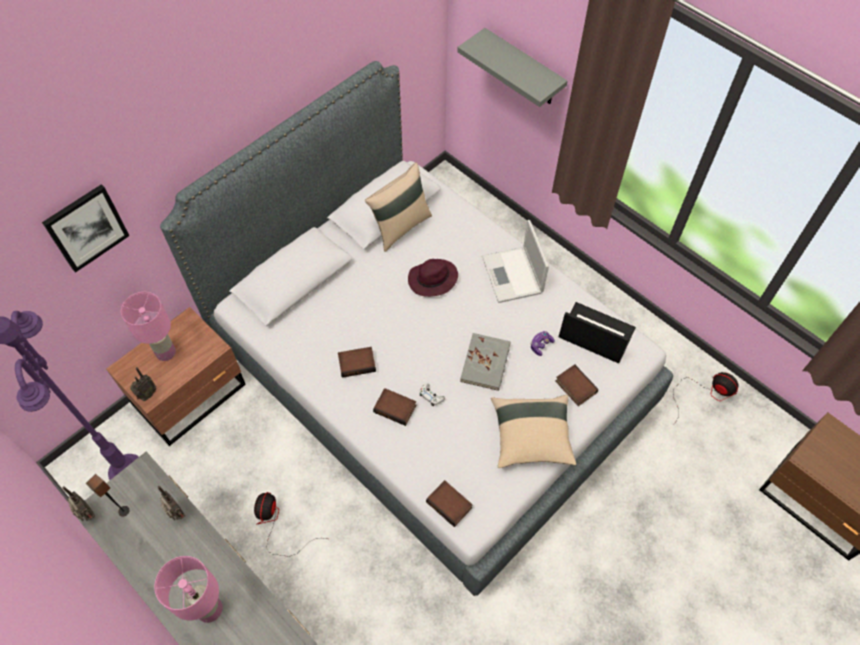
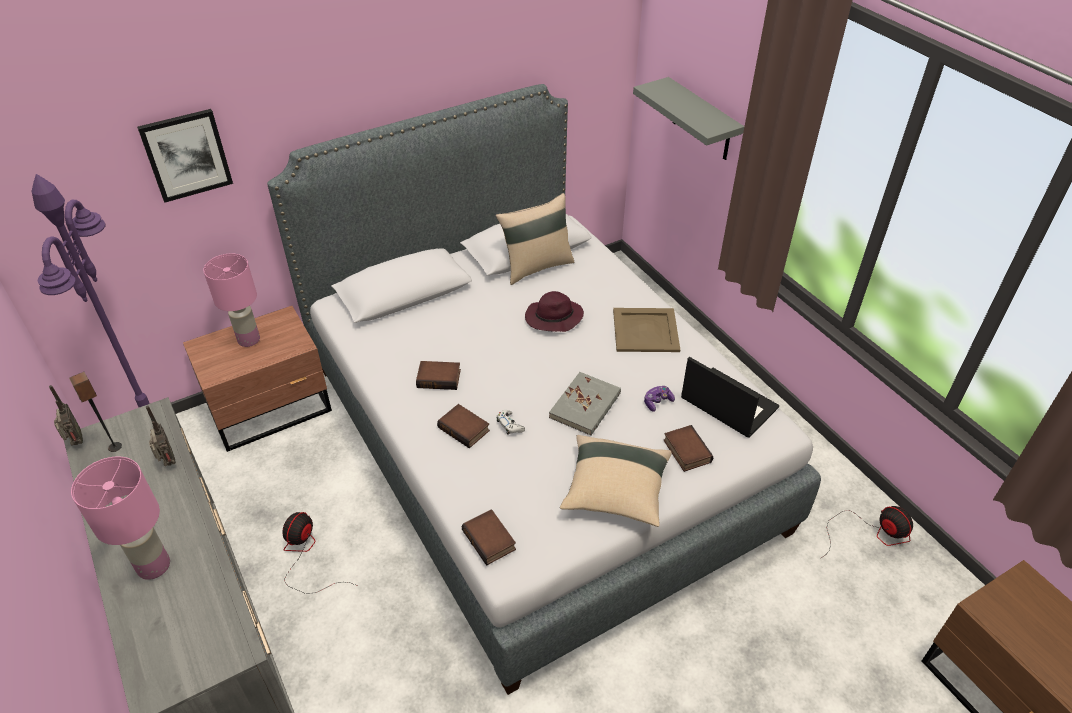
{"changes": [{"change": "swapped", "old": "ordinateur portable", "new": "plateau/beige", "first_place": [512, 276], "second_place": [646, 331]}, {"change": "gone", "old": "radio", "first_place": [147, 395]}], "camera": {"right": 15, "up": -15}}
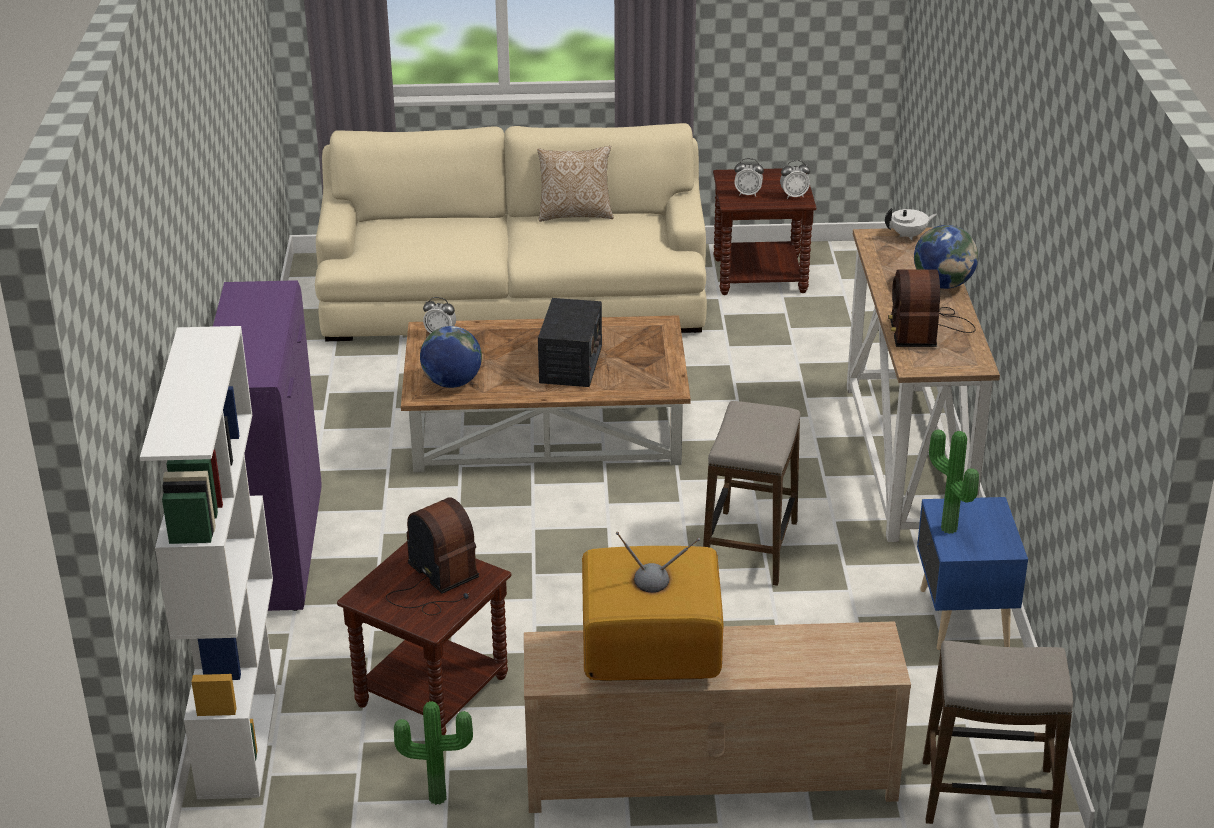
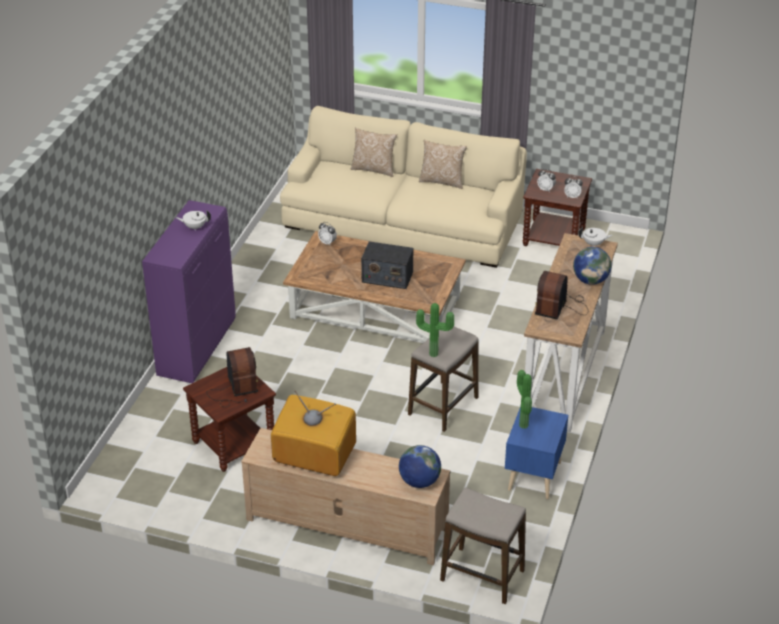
{"changes": [{"change": "new", "new": "théière/blanc", "second_place": [195, 227]}, {"change": "new", "new": "coussin", "second_place": [374, 169]}, {"change": "rotated", "old": "radio", "first_place": [570, 364], "second_place": [387, 277], "degrees": 75}, {"change": "shifted", "old": "globe", "first_place": [452, 383], "second_place": [419, 481]}, {"change": "shifted", "old": "plante en pot", "first_place": [437, 795], "second_place": [434, 353]}, {"change": "gone", "old": "bibliothèque/blanc", "first_place": [240, 721]}], "camera": {"right": 20, "up": 5}}
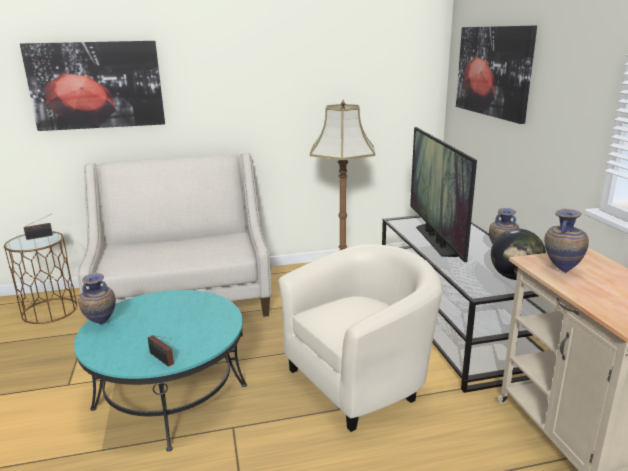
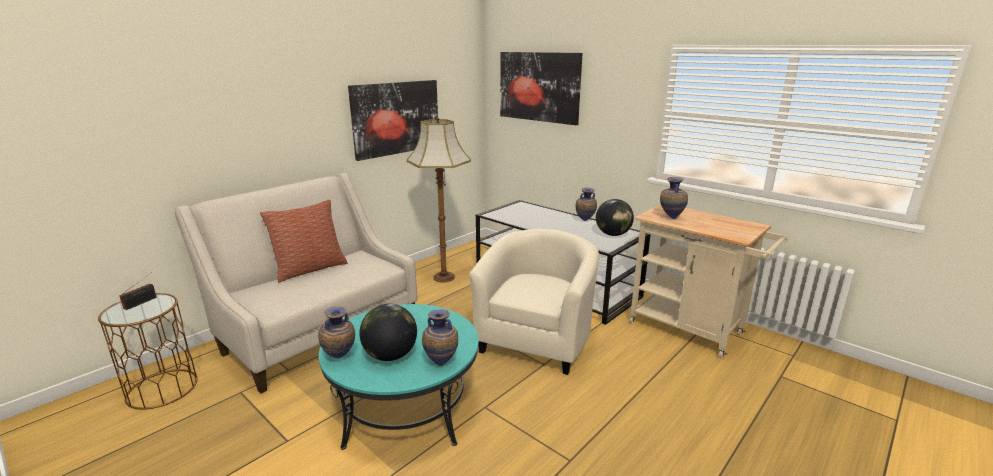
{"changes": [{"change": "new", "new": "coussin", "second_place": [309, 269]}, {"change": "shifted", "old": "tableau", "first_place": [96, 85], "second_place": [396, 118]}, {"change": "new", "new": "globe", "second_place": [390, 355]}, {"change": "swapped", "old": "radio", "new": "vase", "first_place": [162, 359], "second_place": [441, 363]}, {"change": "gone", "old": "téléviseur", "first_place": [436, 240]}], "camera": {"right": -35, "up": 0}}
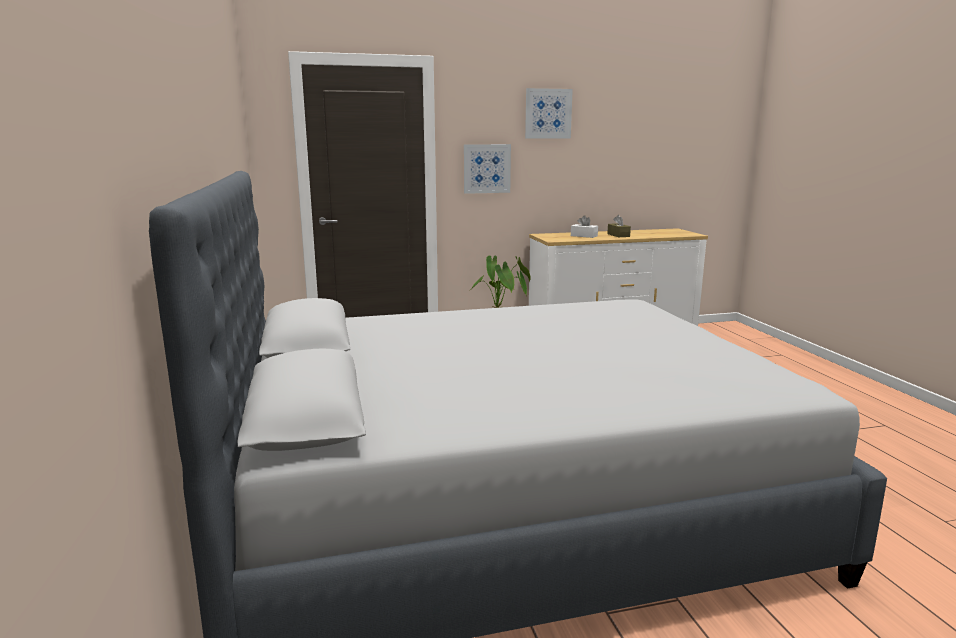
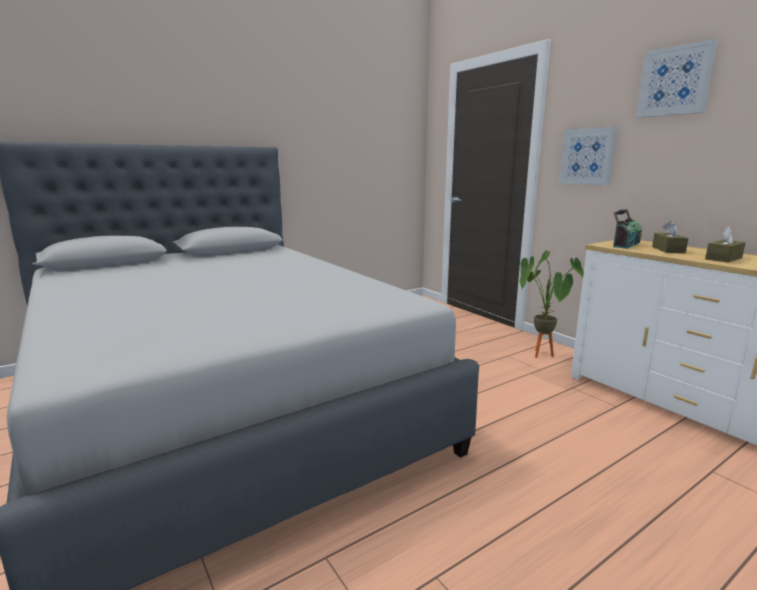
{"changes": [{"change": "new", "new": "radio", "second_place": [624, 245]}, {"change": "repainted", "old": "boîte à mouchoirs/blanc", "new": "boîte à mouchoirs/marron", "first_place": [584, 236], "second_place": [668, 250]}], "camera": {"right": 70, "up": 0}}
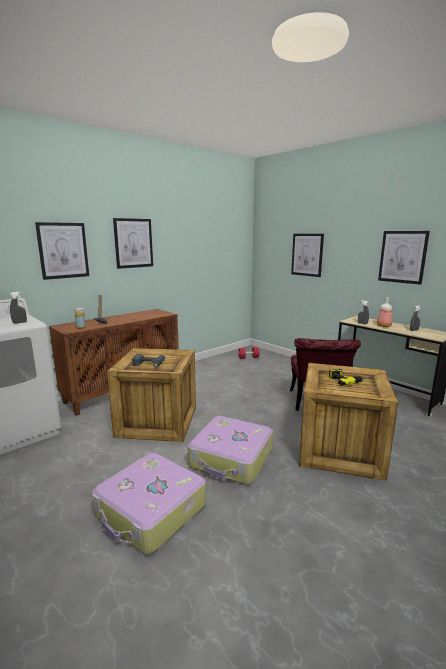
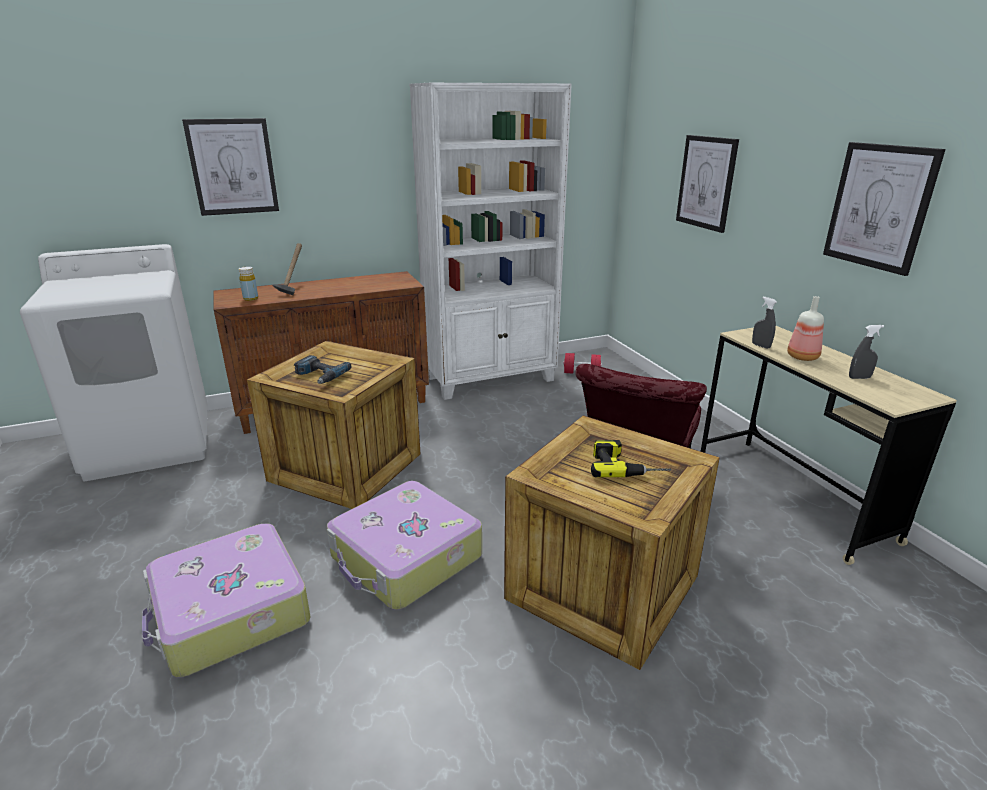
{"changes": [{"change": "new", "new": "bibliothèque/blanc", "second_place": [491, 379]}, {"change": "gone", "old": "vaporisateur/gris", "first_place": [19, 322]}, {"change": "gone", "old": "tableau", "first_place": [133, 243]}], "camera": {"right": 20, "up": 10}}
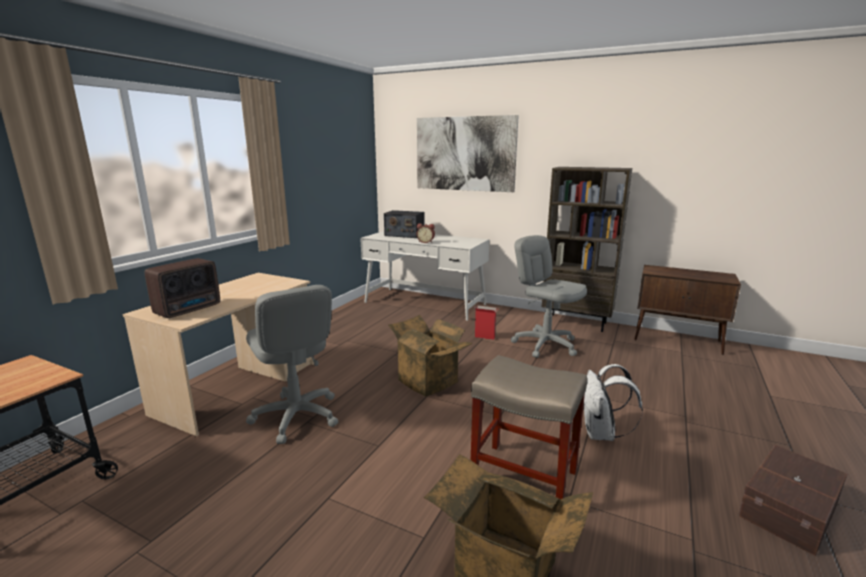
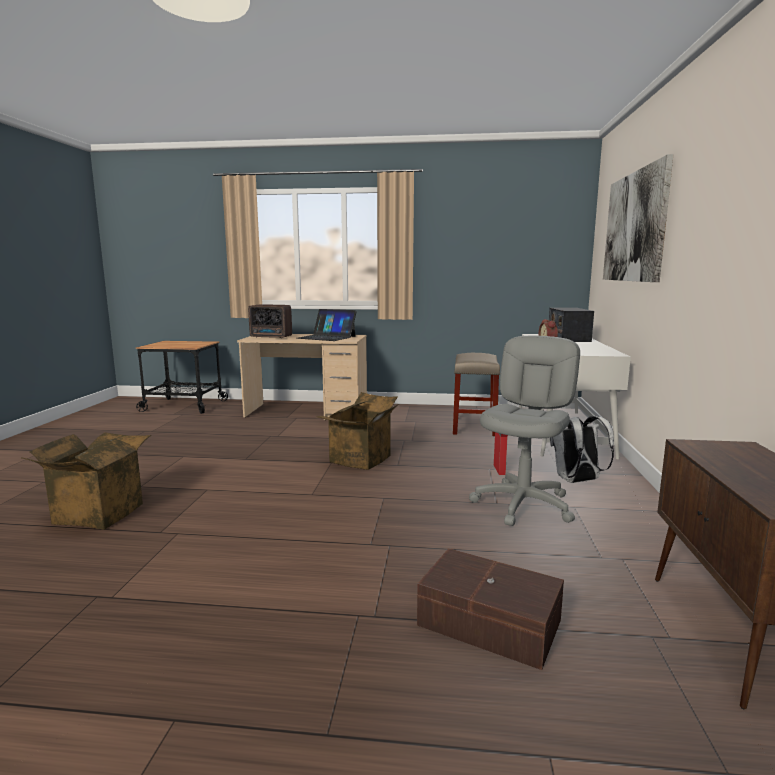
{"changes": [{"change": "new", "new": "ordinateur portable", "second_place": [327, 337]}, {"change": "shifted", "old": "boîte de rangement/marron", "first_place": [791, 509], "second_place": [489, 624]}, {"change": "shifted", "old": "tabouret/beige", "first_place": [522, 476], "second_place": [474, 426]}, {"change": "shifted", "old": "sac à dos/blanc", "first_place": [601, 434], "second_place": [577, 481]}, {"change": "gone", "old": "chaise de bureau/gris", "first_place": [296, 416]}, {"change": "gone", "old": "bibliothèque/marron", "first_place": [577, 322]}], "camera": {"right": 70, "up": -5}}
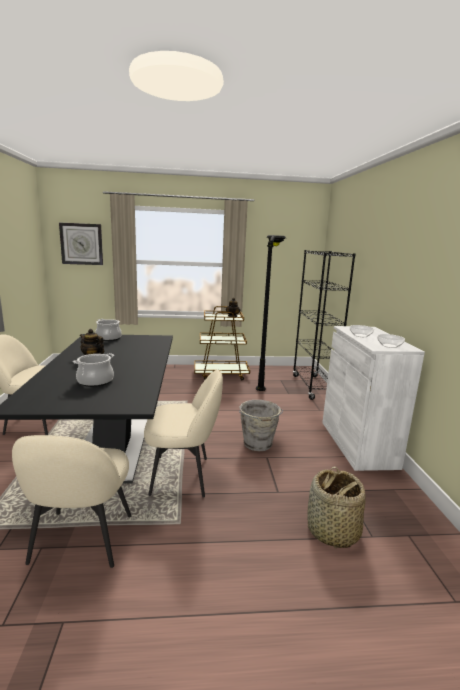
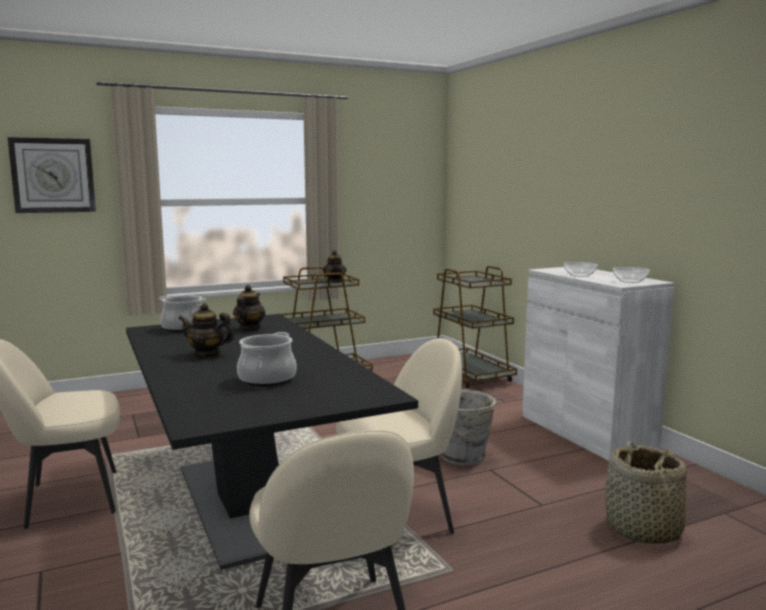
{"changes": [{"change": "new", "new": "théière", "second_place": [249, 329]}, {"change": "swapped", "old": "bibliothèque/noir", "new": "chariot/marron", "first_place": [313, 387], "second_place": [471, 376]}, {"change": "gone", "old": "lampadaire/noir", "first_place": [265, 378]}], "camera": {"right": -20, "up": -5}}
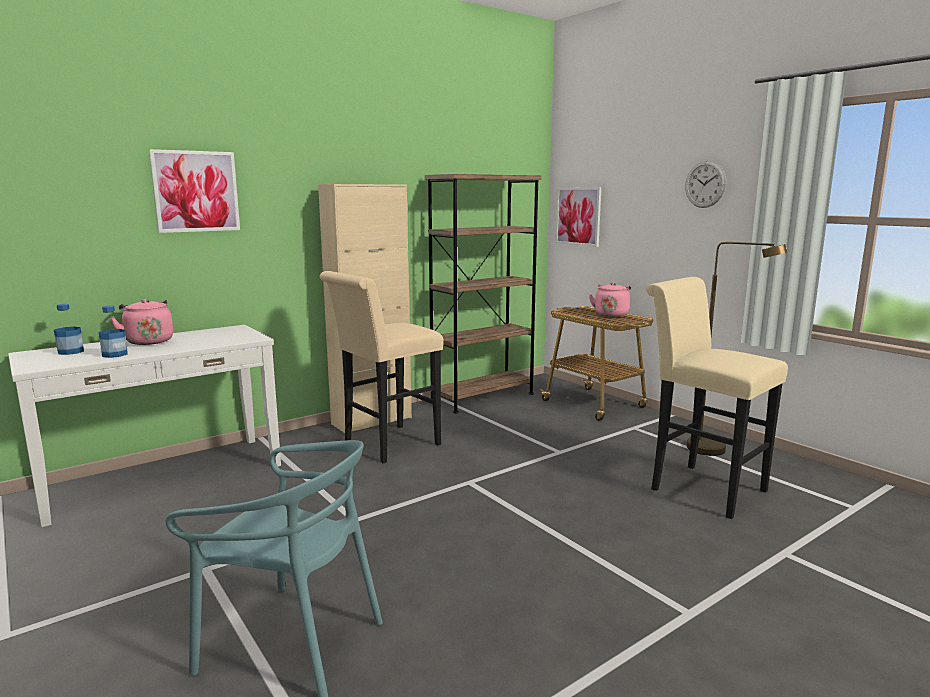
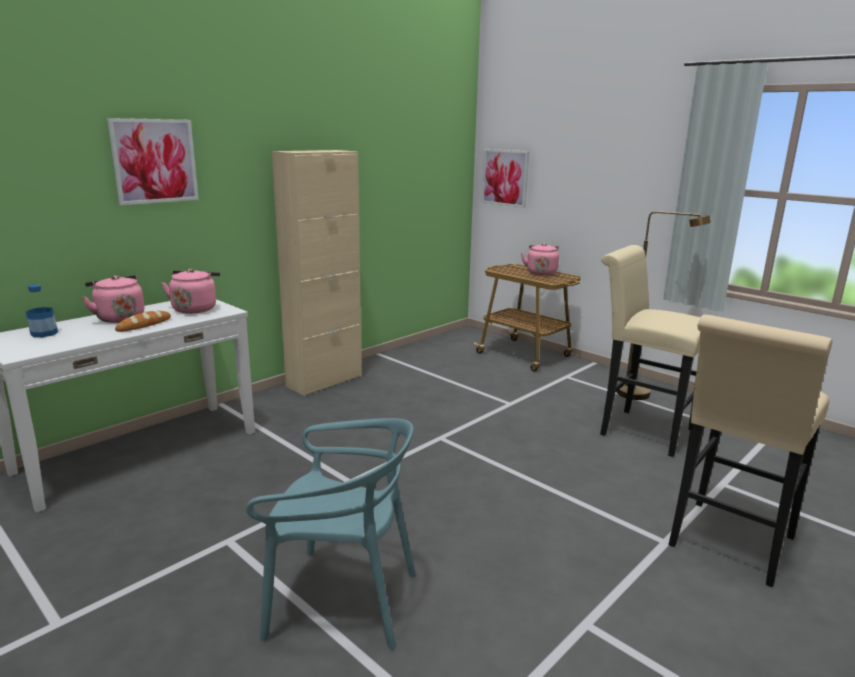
{"changes": [{"change": "new", "new": "pain", "second_place": [144, 325]}, {"change": "new", "new": "bouilloire/rose", "second_place": [195, 309]}, {"change": "shifted", "old": "tabouret/beige", "first_place": [386, 445], "second_place": [728, 546]}, {"change": "gone", "old": "bouteille", "first_place": [115, 354]}, {"change": "gone", "old": "bibliothèque/marron", "first_place": [482, 397]}, {"change": "gone", "old": "horloge murale", "first_place": [705, 184]}], "camera": {"right": -10, "up": 5}}
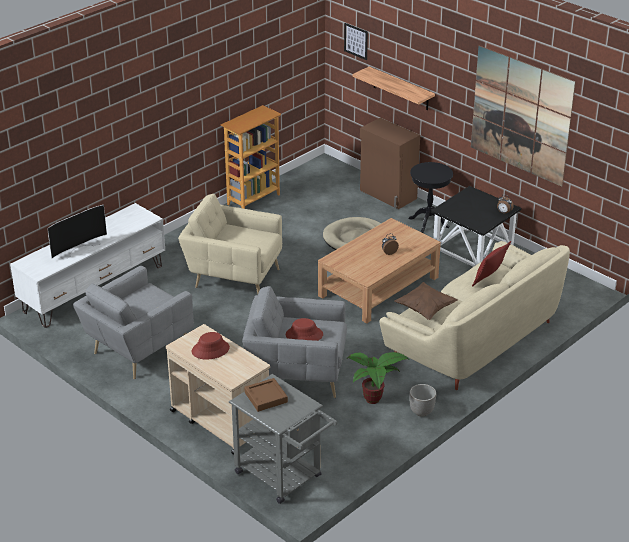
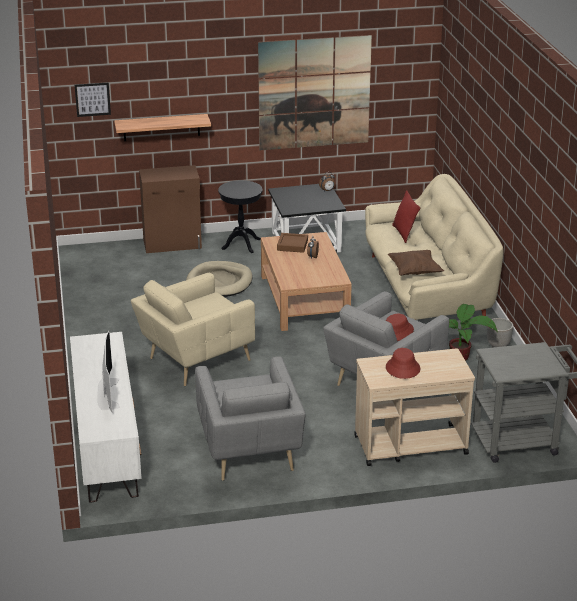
{"changes": [{"change": "shifted", "old": "plateau/marron", "first_place": [266, 397], "second_place": [292, 245]}, {"change": "gone", "old": "bibliothèque", "first_place": [253, 199]}], "camera": {"right": -55, "up": -5}}
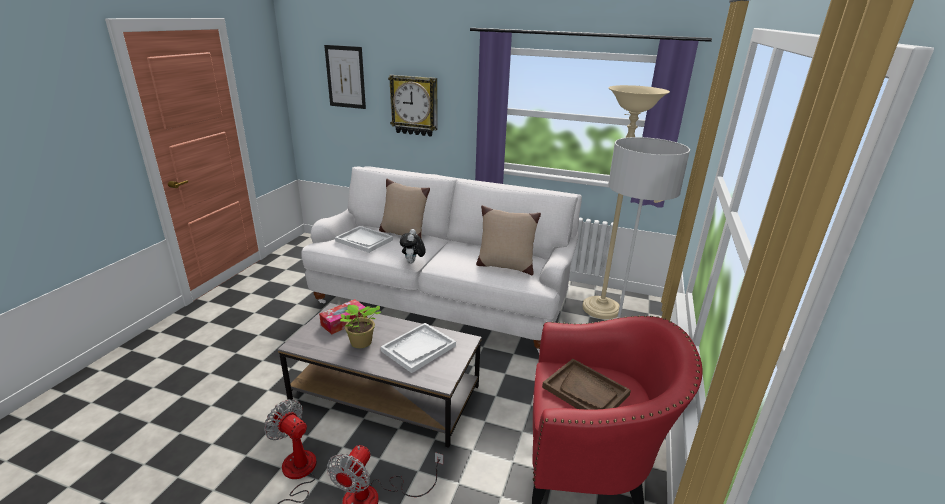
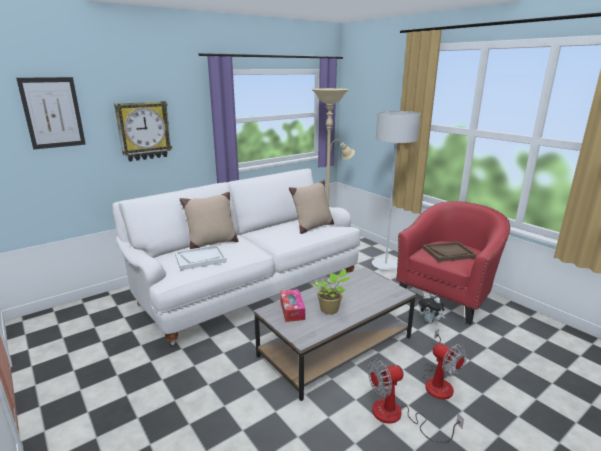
{"changes": [{"change": "shifted", "old": "peluche", "first_place": [413, 263], "second_place": [430, 321]}, {"change": "gone", "old": "plateau/blanc", "first_place": [418, 348]}], "camera": {"right": -55, "up": -5}}
